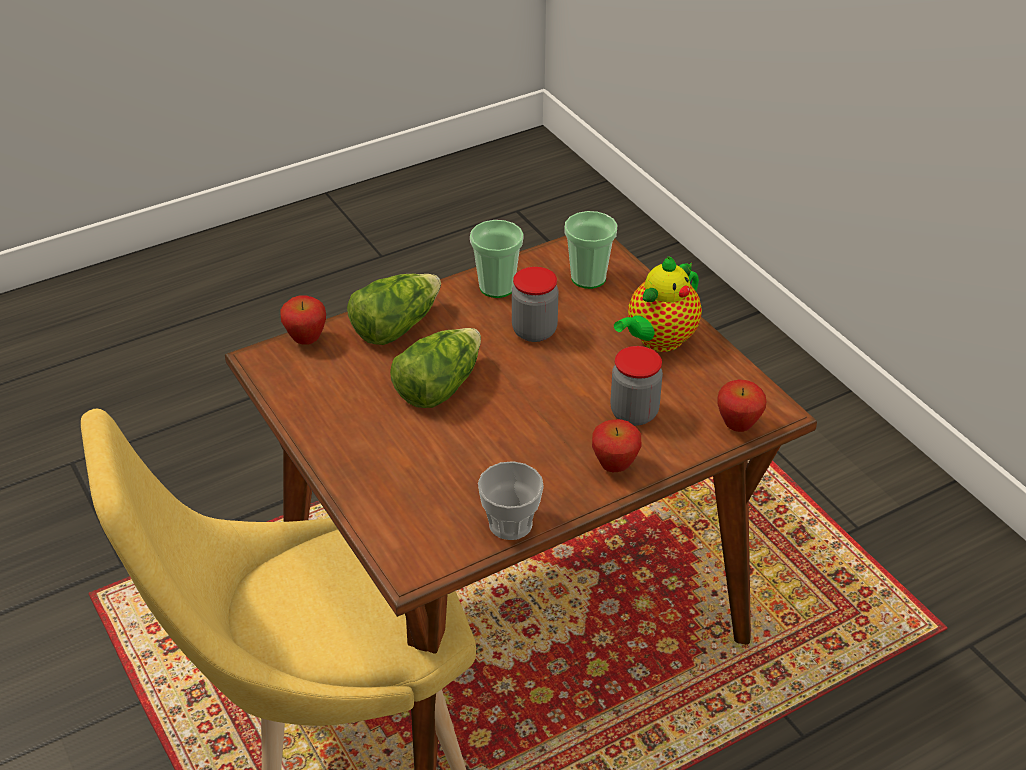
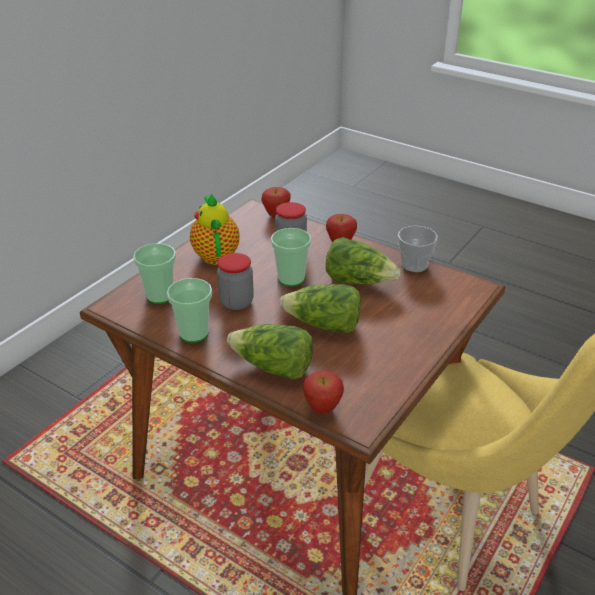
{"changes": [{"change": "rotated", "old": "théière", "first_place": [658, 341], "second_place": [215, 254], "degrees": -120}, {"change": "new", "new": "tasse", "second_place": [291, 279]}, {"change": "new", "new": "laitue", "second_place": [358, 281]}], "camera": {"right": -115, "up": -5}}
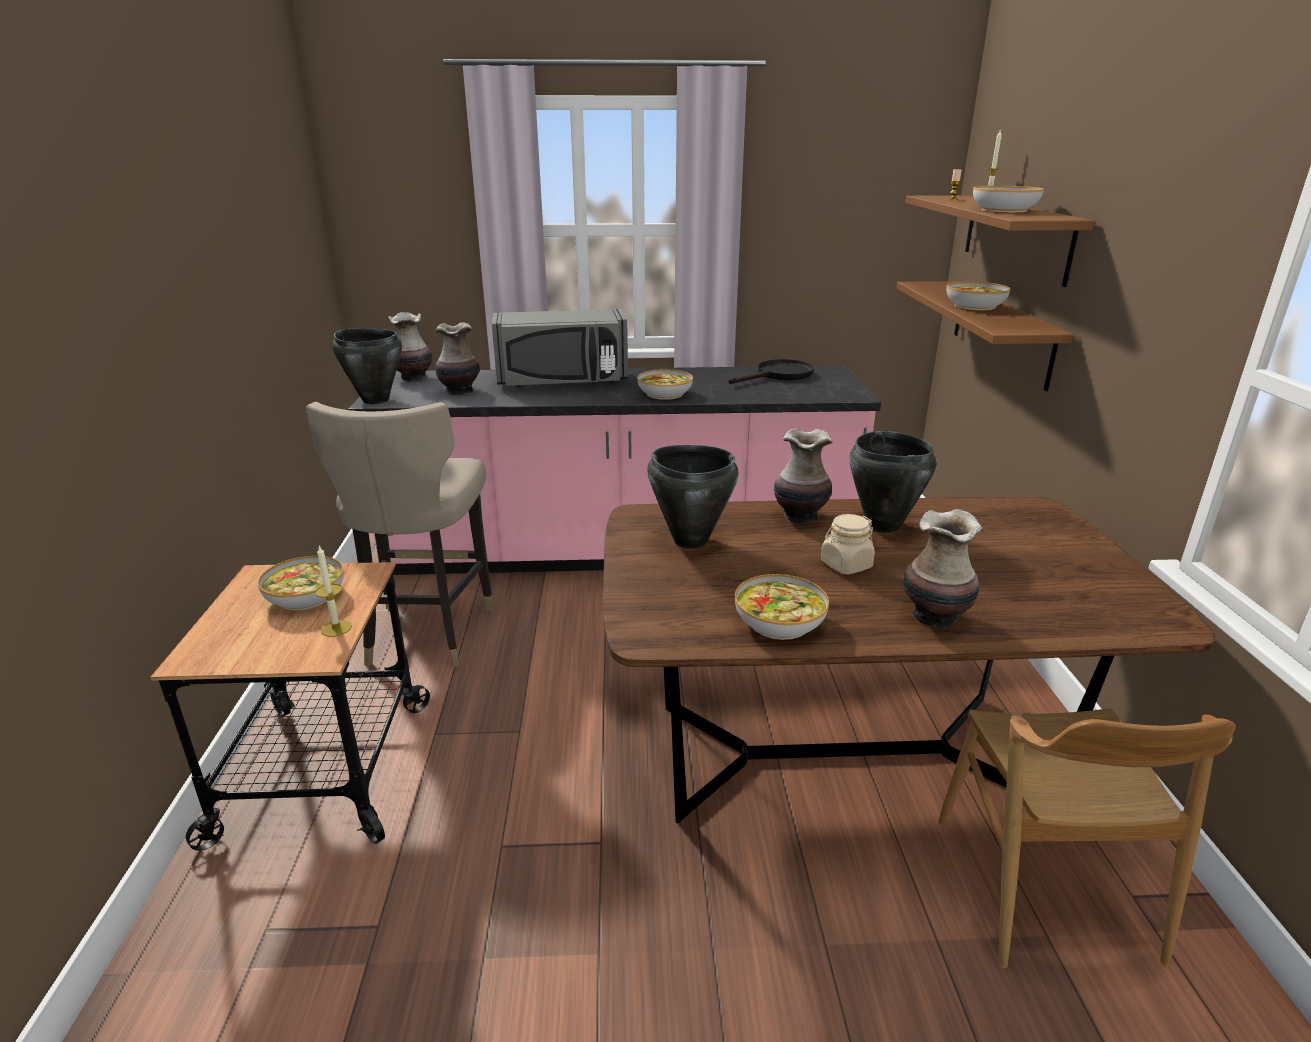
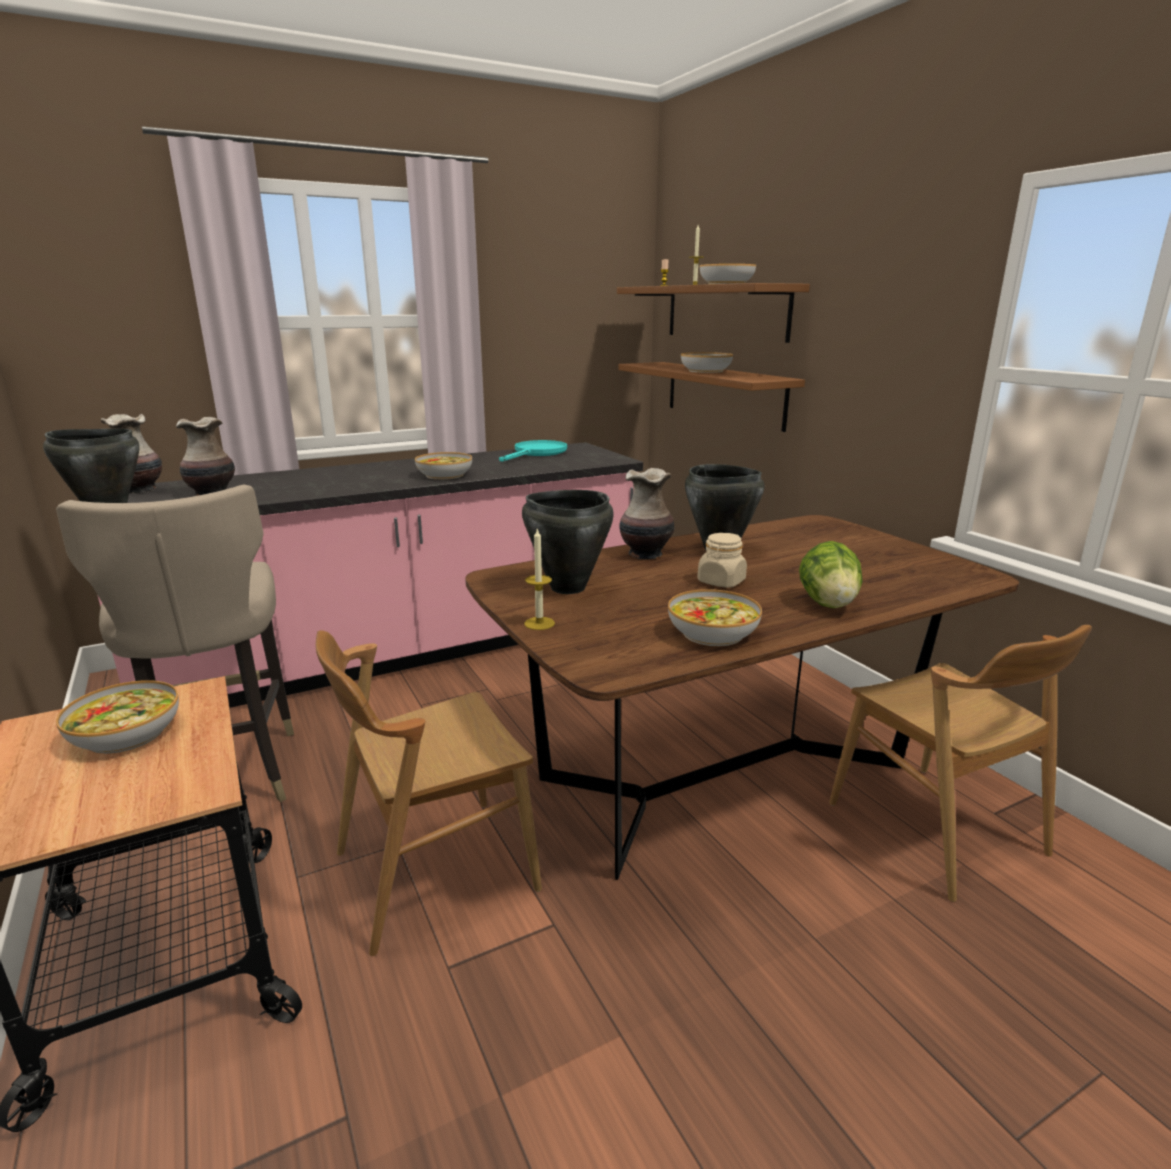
{"changes": [{"change": "new", "new": "chaise/marron", "second_place": [434, 870]}, {"change": "repainted", "old": "poêle/noir", "new": "poêle/turquoise", "first_place": [779, 375], "second_place": [536, 453]}, {"change": "shifted", "old": "bougie", "first_place": [336, 628], "second_place": [539, 623]}, {"change": "swapped", "old": "vase", "new": "laitue", "first_place": [935, 616], "second_place": [828, 604]}, {"change": "gone", "old": "micro-ondes/gris", "first_place": [563, 381]}], "camera": {"right": -25, "up": -5}}
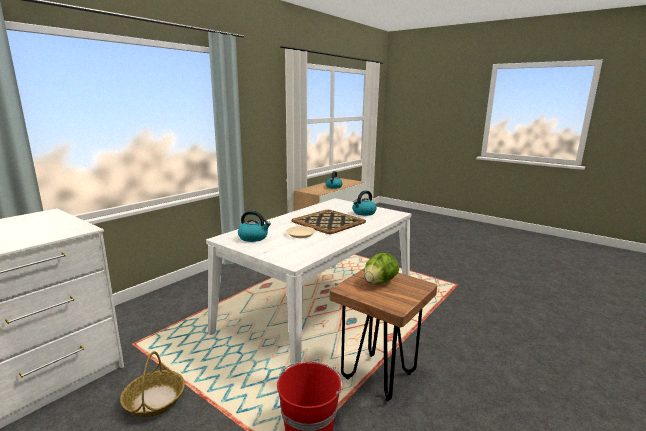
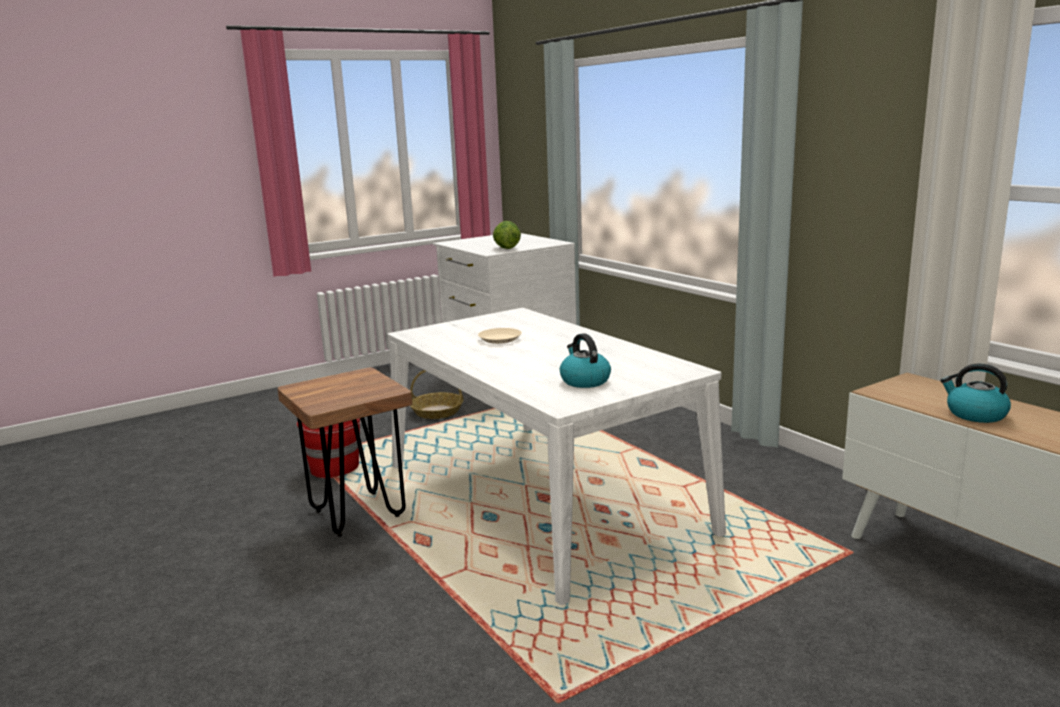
{"changes": [{"change": "shifted", "old": "laitue", "first_place": [379, 282], "second_place": [506, 248]}, {"change": "gone", "old": "bouilloire", "first_place": [254, 237]}, {"change": "gone", "old": "plateau", "first_place": [329, 222]}], "camera": {"right": 110, "up": 0}}
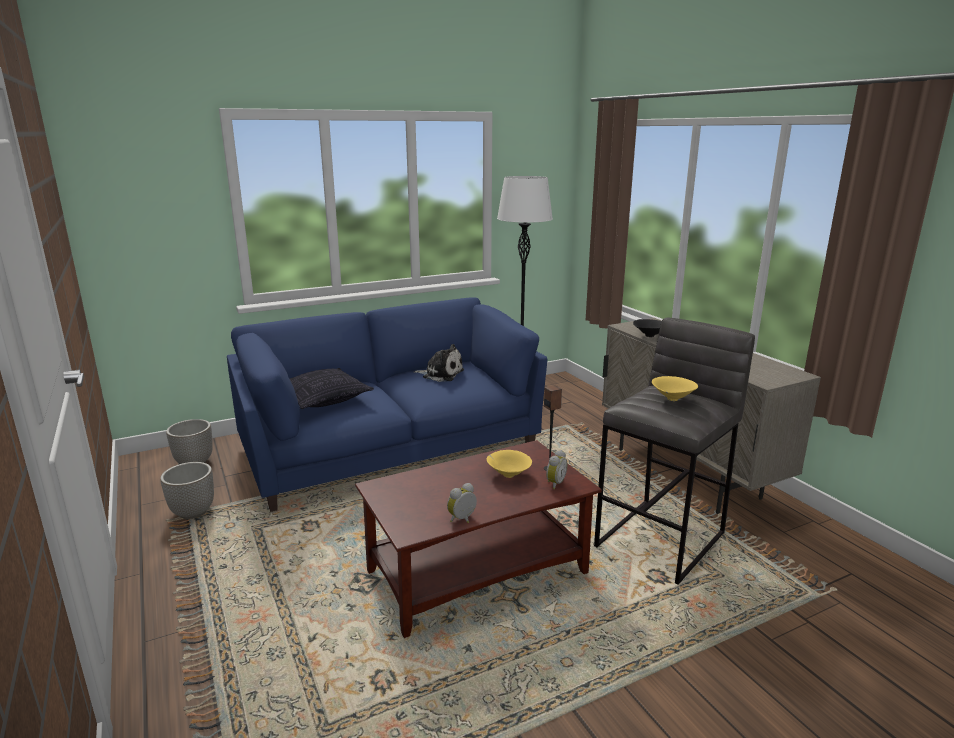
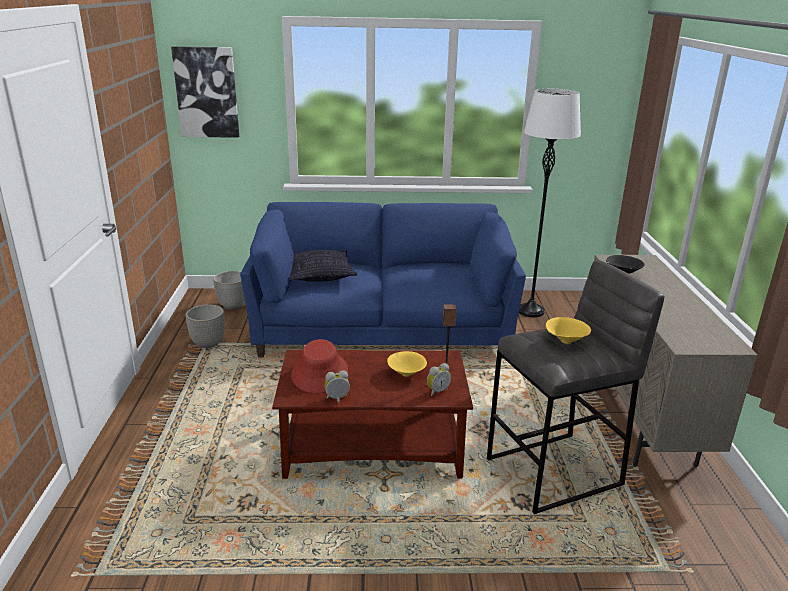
{"changes": [{"change": "new", "new": "tableau", "second_place": [207, 92]}, {"change": "new", "new": "chapeau/rouge", "second_place": [320, 373]}, {"change": "gone", "old": "peluche", "first_place": [441, 374]}], "camera": {"right": 25, "up": 5}}
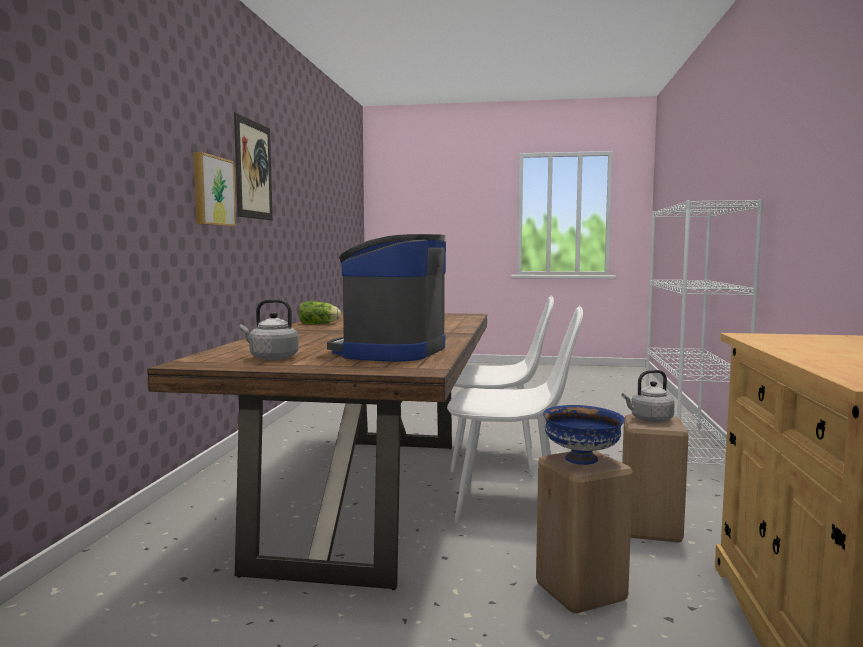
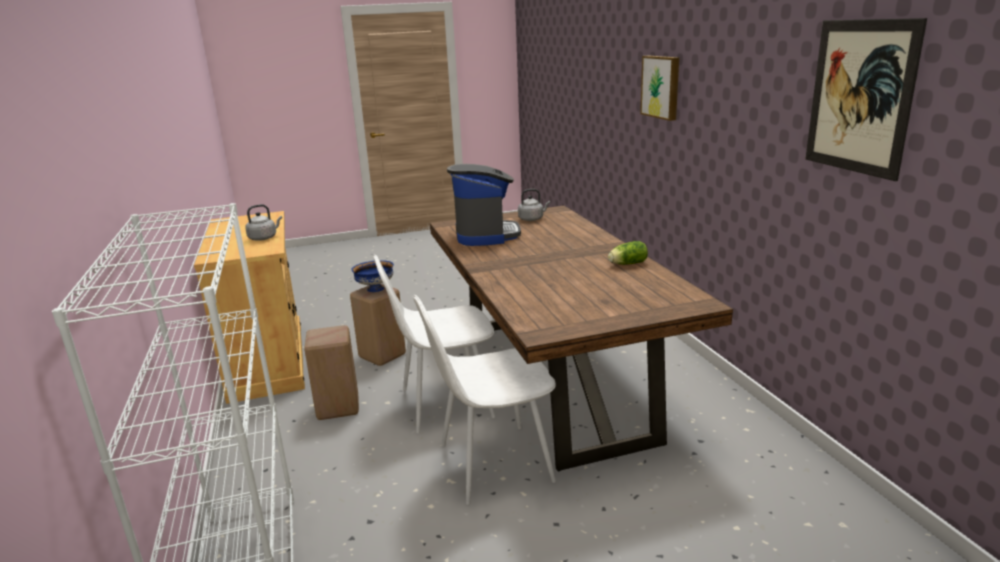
{"changes": [{"change": "shifted", "old": "bouilloire/gris", "first_place": [649, 420], "second_place": [264, 238]}, {"change": "shifted", "old": "tableau", "first_place": [212, 191], "second_place": [662, 87]}], "camera": {"right": 155, "up": 15}}
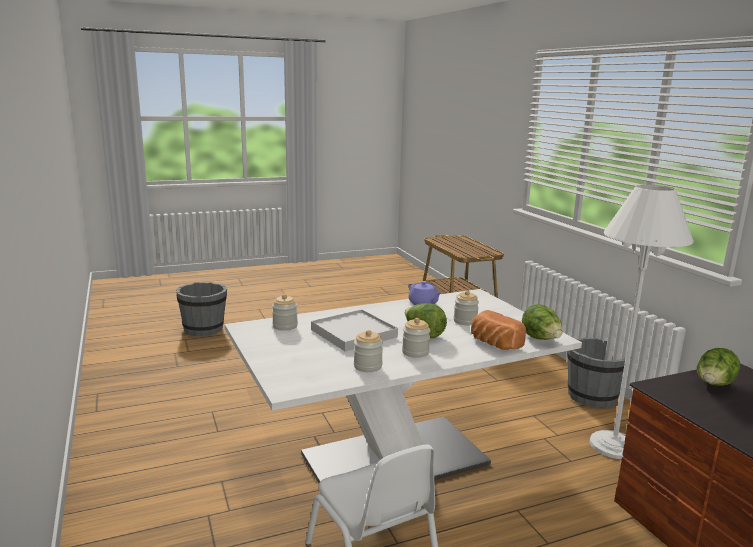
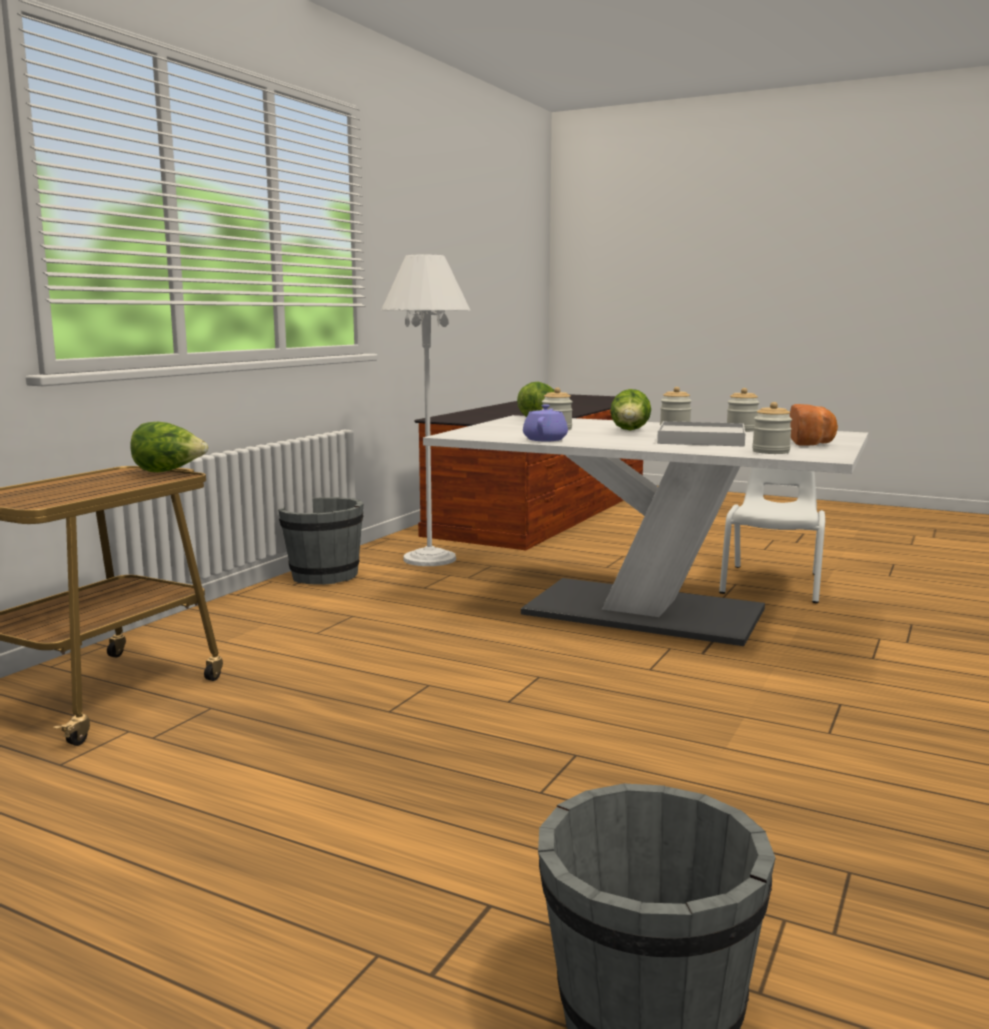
{"changes": [{"change": "shifted", "old": "laitue", "first_place": [714, 385], "second_place": [169, 472]}, {"change": "shifted", "old": "pain", "first_place": [494, 344], "second_place": [812, 442]}], "camera": {"right": -130, "up": -5}}
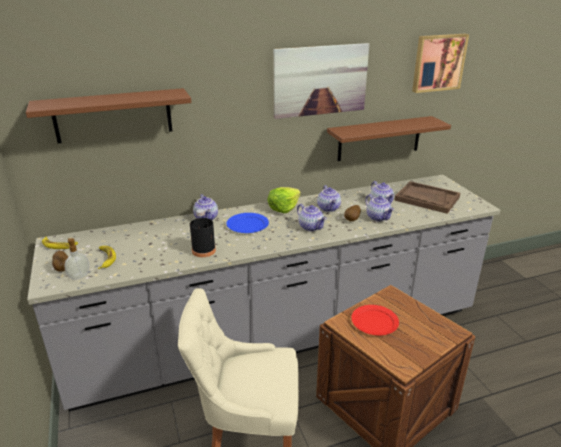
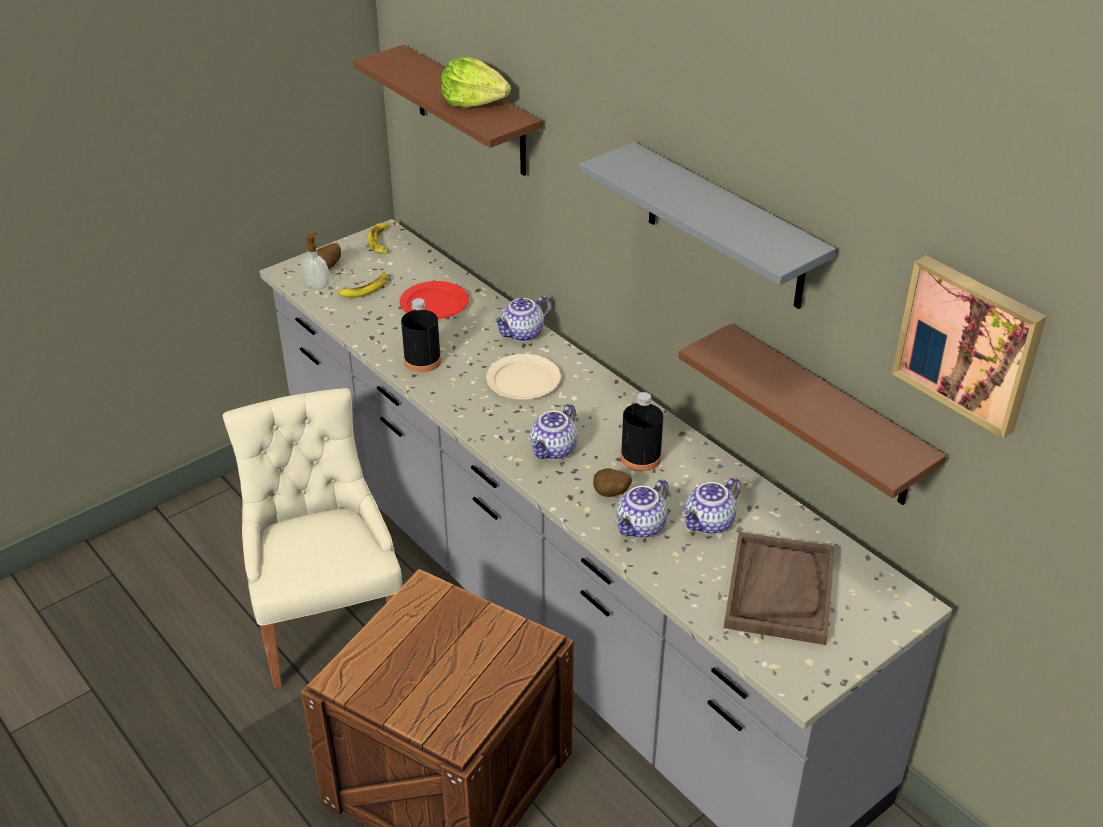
{"changes": [{"change": "shifted", "old": "assiette/rouge", "first_place": [374, 321], "second_place": [435, 304]}, {"change": "shifted", "old": "laitue", "first_place": [283, 208], "second_place": [474, 102]}, {"change": "repainted", "old": "assiette/bleu", "new": "assiette/beige", "first_place": [247, 225], "second_place": [523, 380]}, {"change": "swapped", "old": "tableau", "new": "étagère/gris", "first_place": [320, 80], "second_place": [725, 227]}, {"change": "swapped", "old": "théière", "new": "bouteille/noir", "first_place": [329, 208], "second_place": [640, 457]}], "camera": {"right": 70, "up": 10}}
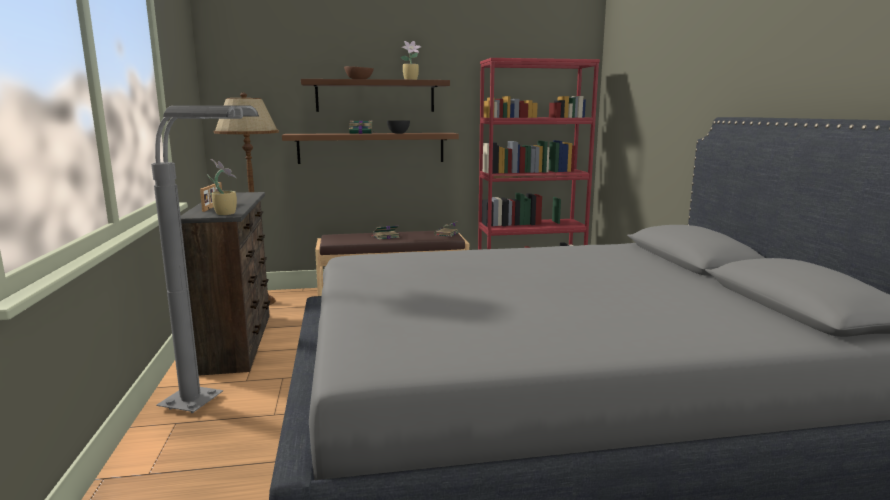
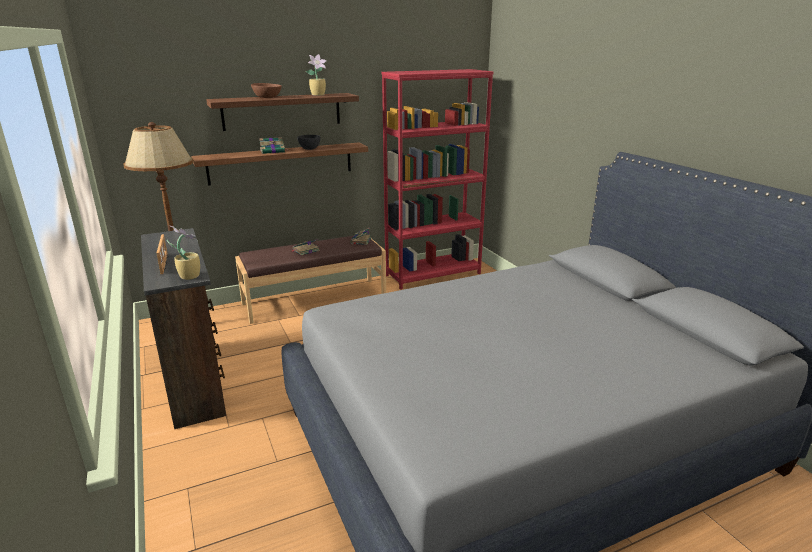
{"changes": [{"change": "gone", "old": "lampadaire/gris", "first_place": [219, 406]}], "camera": {"right": -15, "up": 10}}
